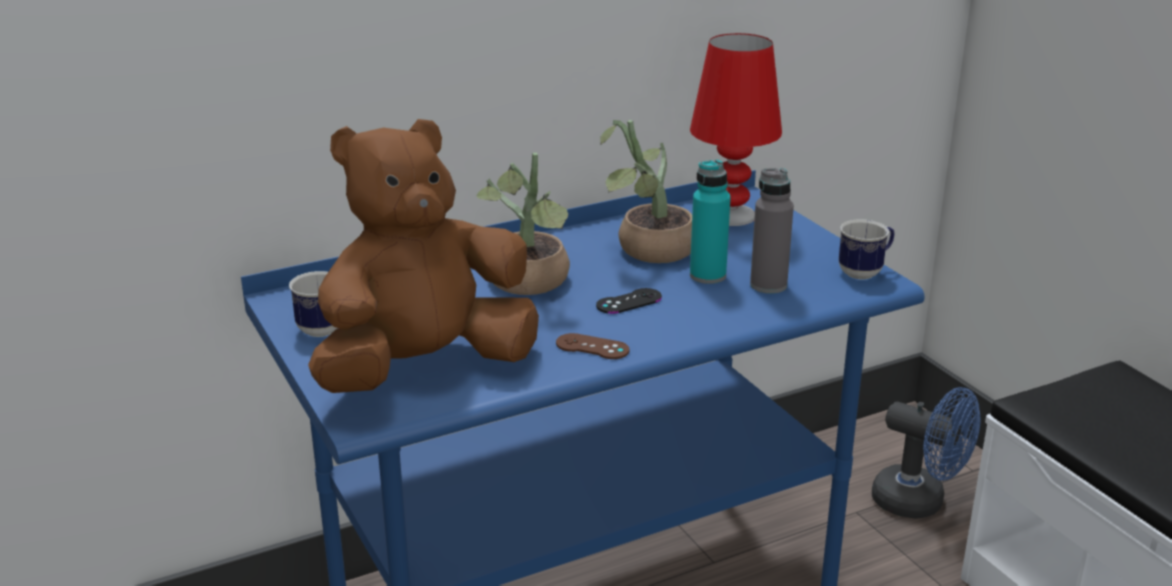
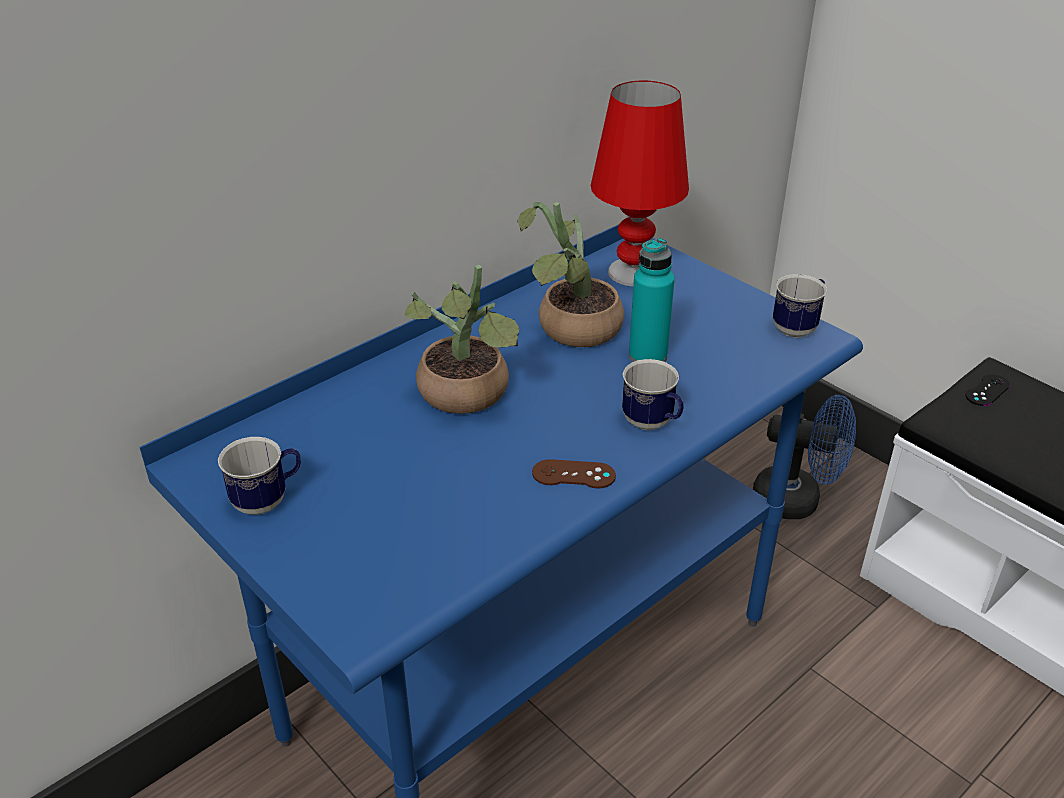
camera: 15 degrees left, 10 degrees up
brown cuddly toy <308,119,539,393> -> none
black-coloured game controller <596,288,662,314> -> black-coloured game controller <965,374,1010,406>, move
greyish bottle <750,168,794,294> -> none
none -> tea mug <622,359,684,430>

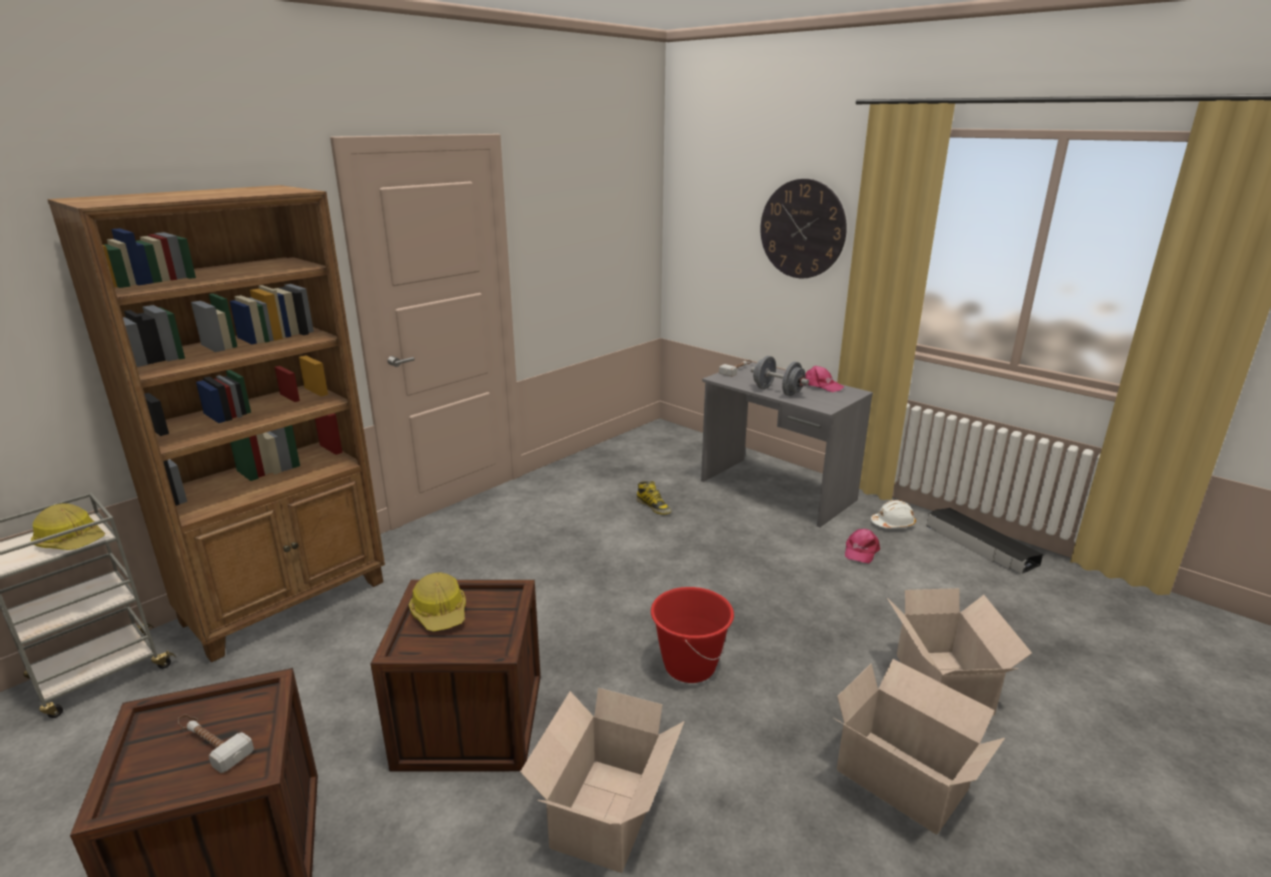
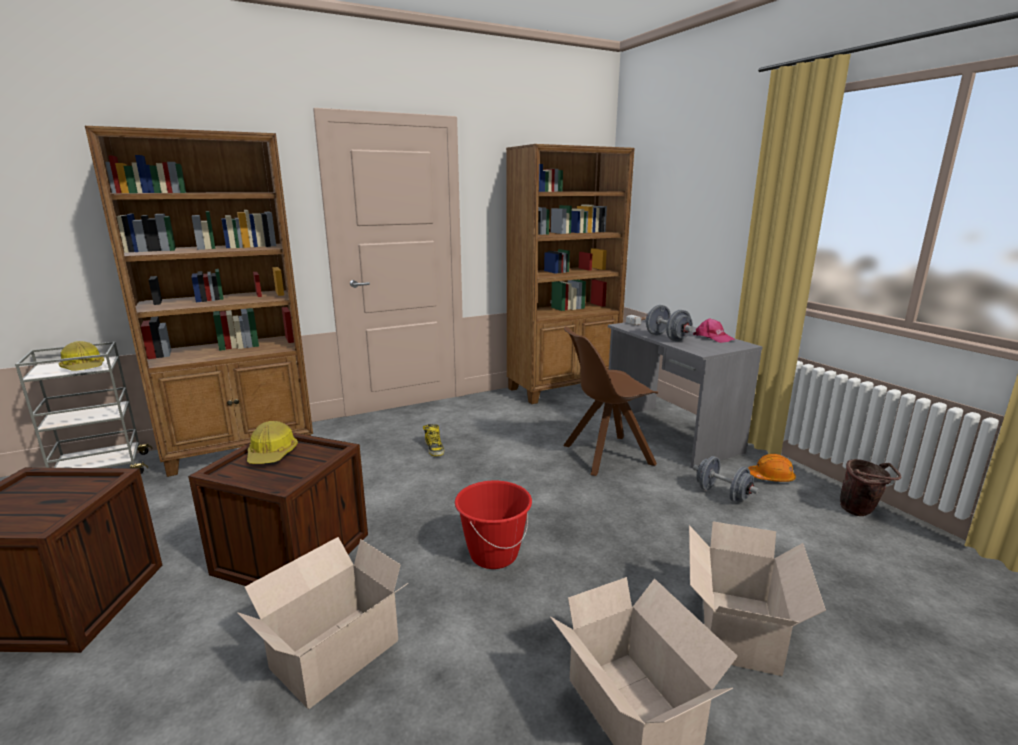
camera: 20 degrees right, 5 degrees down
hand hammer <178,715,254,773> -> none
tall boot <636,481,671,515> -> tall boot <423,424,444,456>, move
wall clock <760,179,847,278> -> none
pink baseball cap <845,529,880,563> -> greyish hand weight <693,456,759,503>
whitish work helmet <871,500,916,528> -> orange-coloured work helmet <748,454,796,482>
black-coloured storage box <927,508,1043,574> -> brown water bucket <840,459,901,516>
none -> brown bookcase <506,144,635,404>
none -> brown plain chair <563,327,658,476>

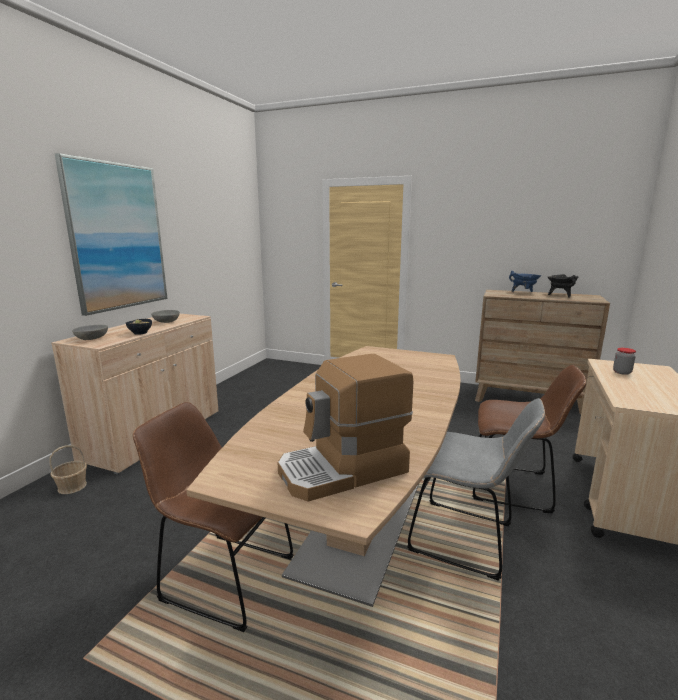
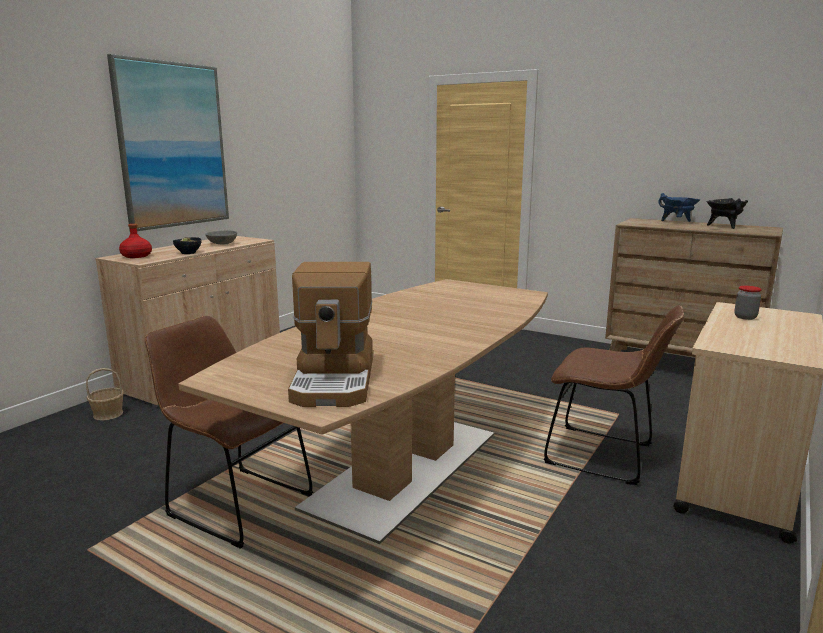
camera: 10 degrees right, 0 degrees up
greyish deep dish <72,325,108,340> -> red bottle <119,224,152,258>
coffee maker <278,354,413,502> -> coffee maker <288,262,373,407>, 75 degrees counterclockwise
greyish plain chair <407,398,545,581> -> none

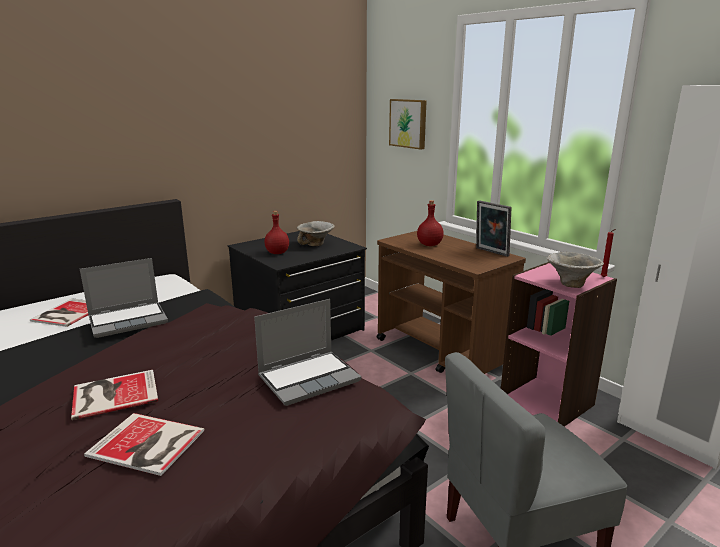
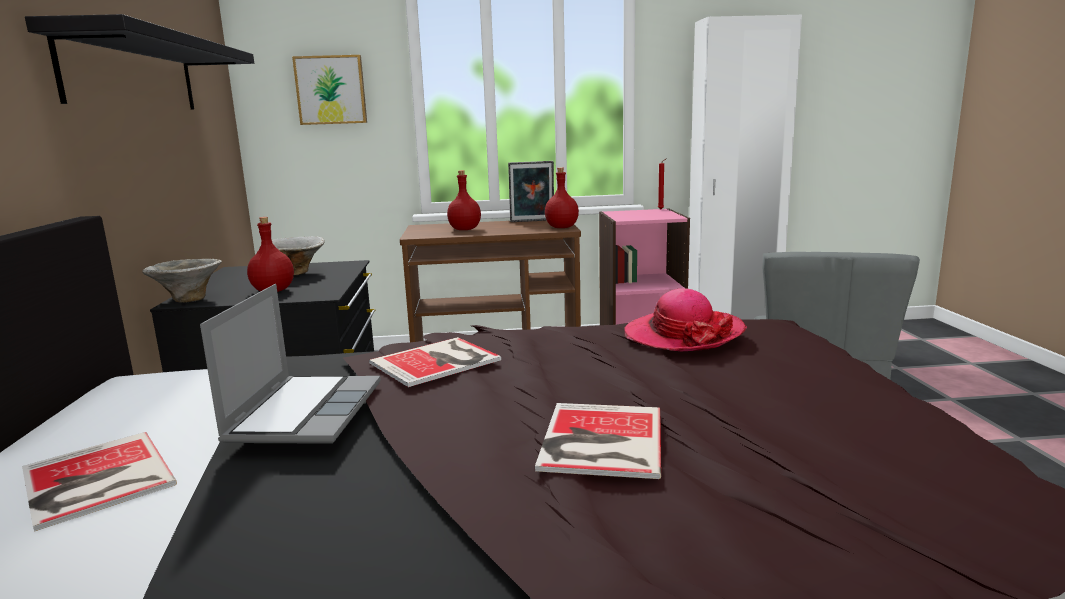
camera: 55 degrees left, 5 degrees down
book <84,413,204,476> -> book <369,337,501,387>, move
laptop <254,299,361,406> -> clothing hat <624,288,747,351>
deep dish <547,252,604,288> -> deep dish <142,259,222,303>, move
none -> black-coloured shelf <25,14,254,109>
none -> red bottle <545,168,579,228>

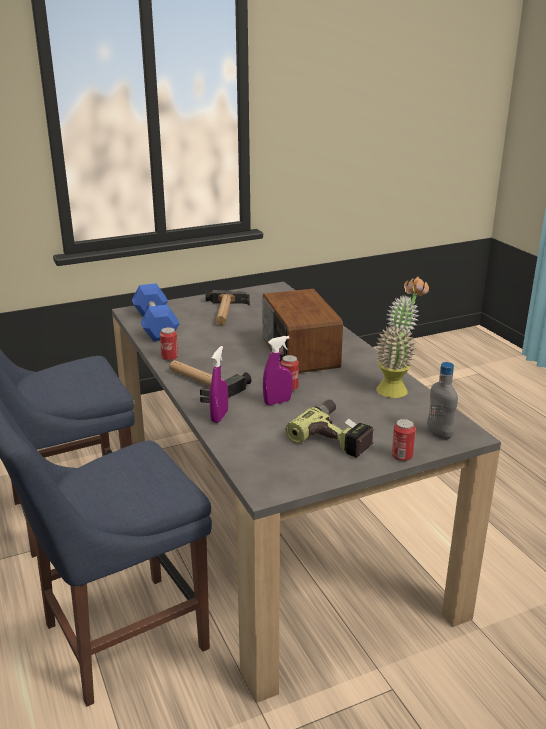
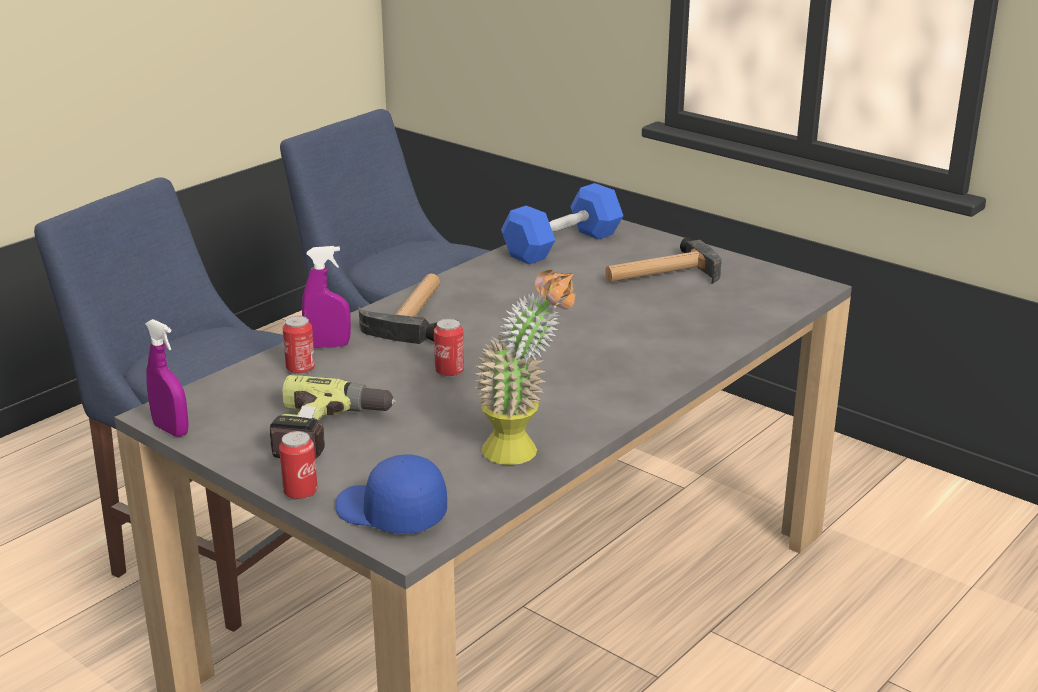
camera: 65 degrees right, 0 degrees up
metal can <160,327,178,361> -> metal can <283,316,315,374>, move
radio <262,289,343,373> -> none
purple sprayer <263,336,293,405> -> purple sprayer <145,319,189,437>, move
greyish bottle <427,362,458,440> -> blue baseball cap <336,454,447,534>

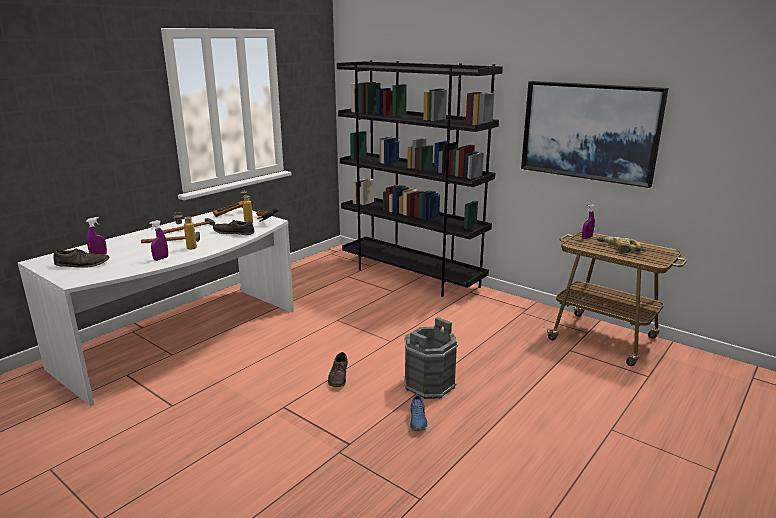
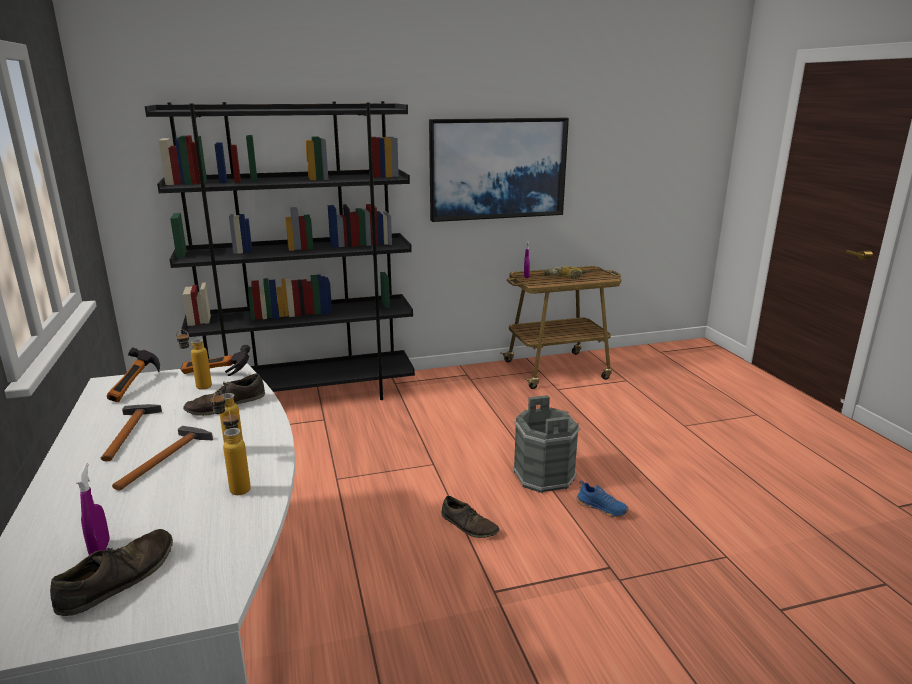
camera: 55 degrees left, 0 degrees up
purple sprayer <149,220,168,261> -> bottle <222,409,251,495>

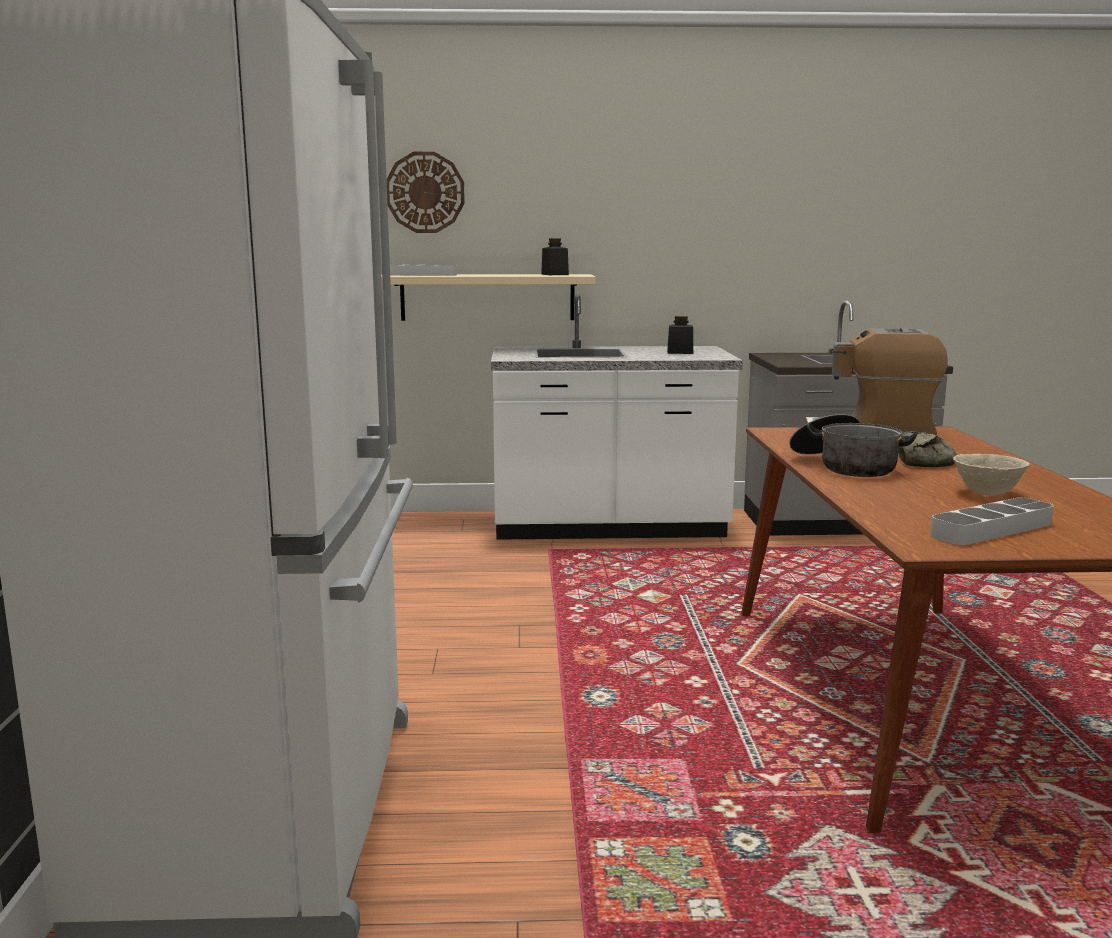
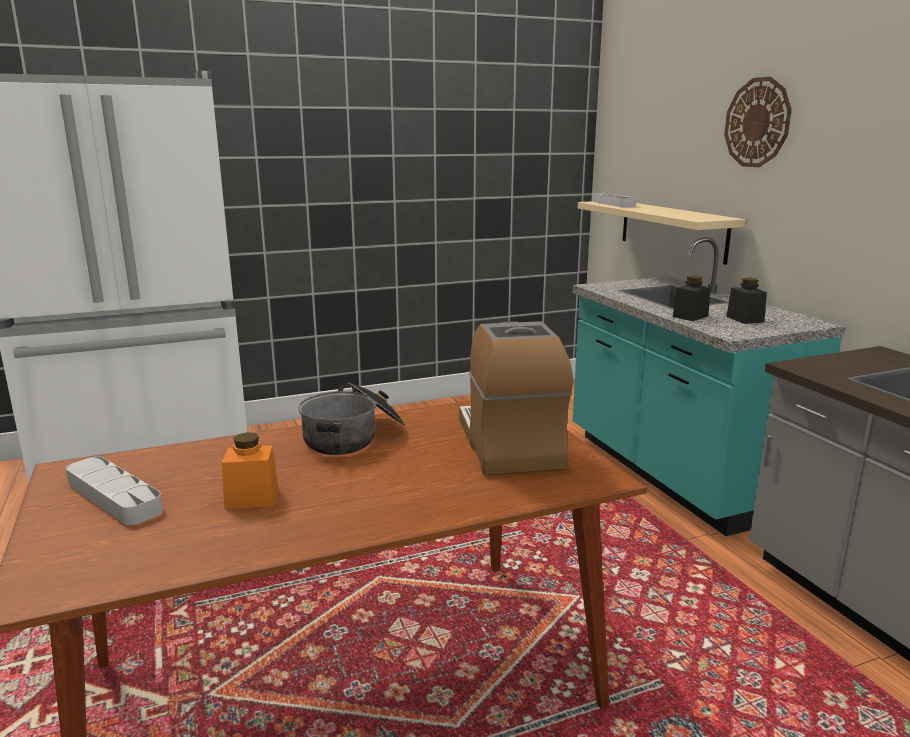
camera: 70 degrees right, 5 degrees up
wall clock <387,152,465,233> -> wall clock <724,77,792,167>, move
whitish kitchen counter <491,294,743,540> -> blue-green kitchen counter <573,237,846,536>
black-coloured storage jar <541,239,569,275> -> black-coloured storage jar <673,275,710,321>, move
bread <898,431,957,467> -> none
beige-coloured deep dish <953,454,1029,496> -> orange-coloured storage jar <222,432,278,509>

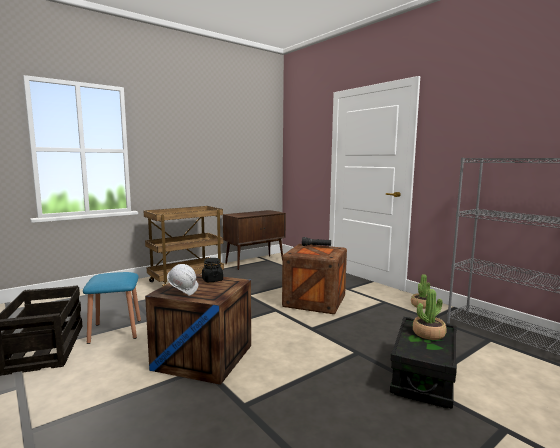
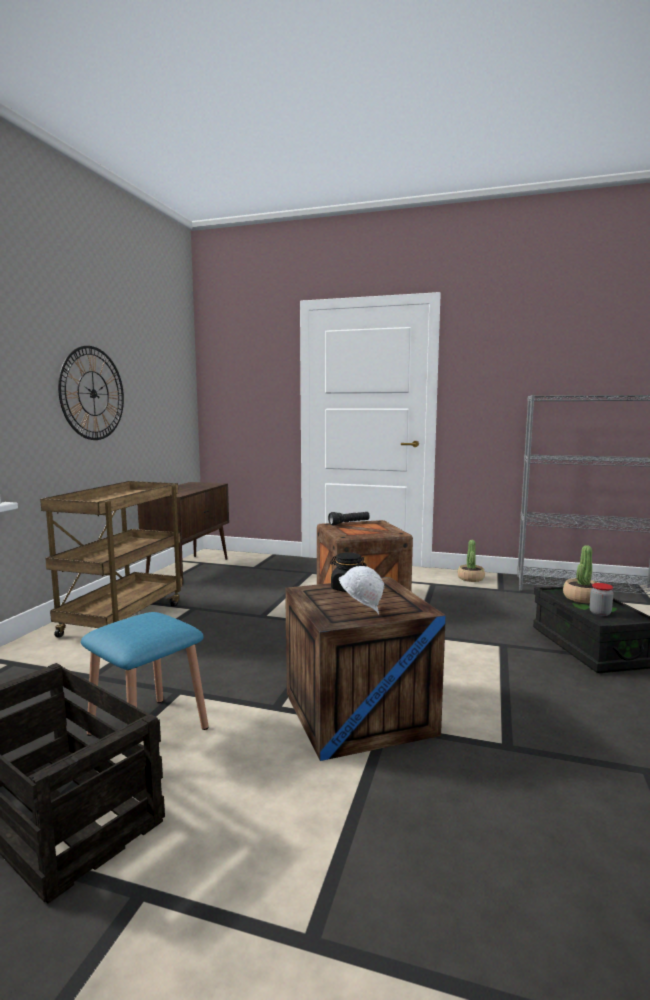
camera: 35 degrees left, 0 degrees up
none -> wall clock <58,346,124,440>
none -> storage jar <589,583,613,616>

